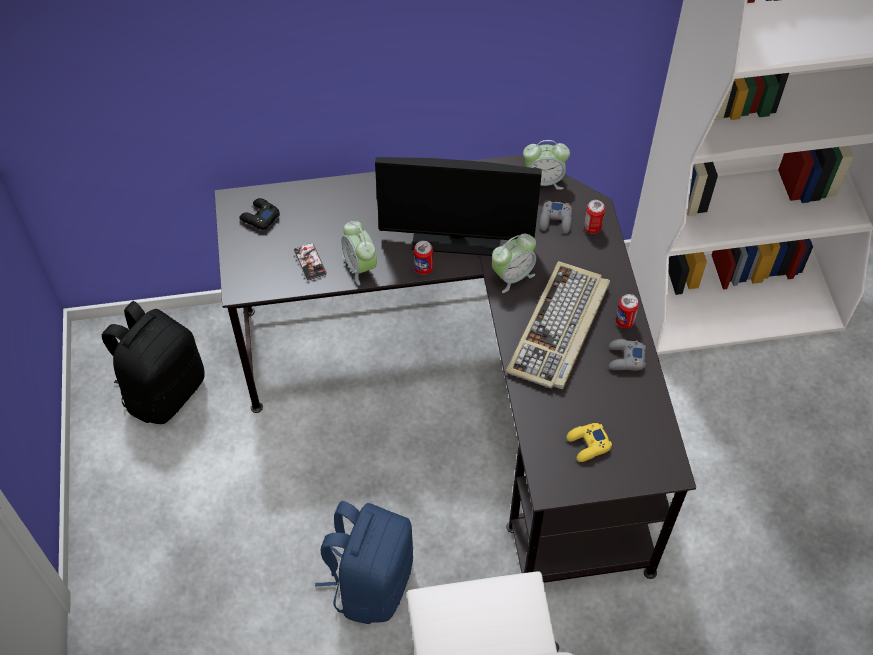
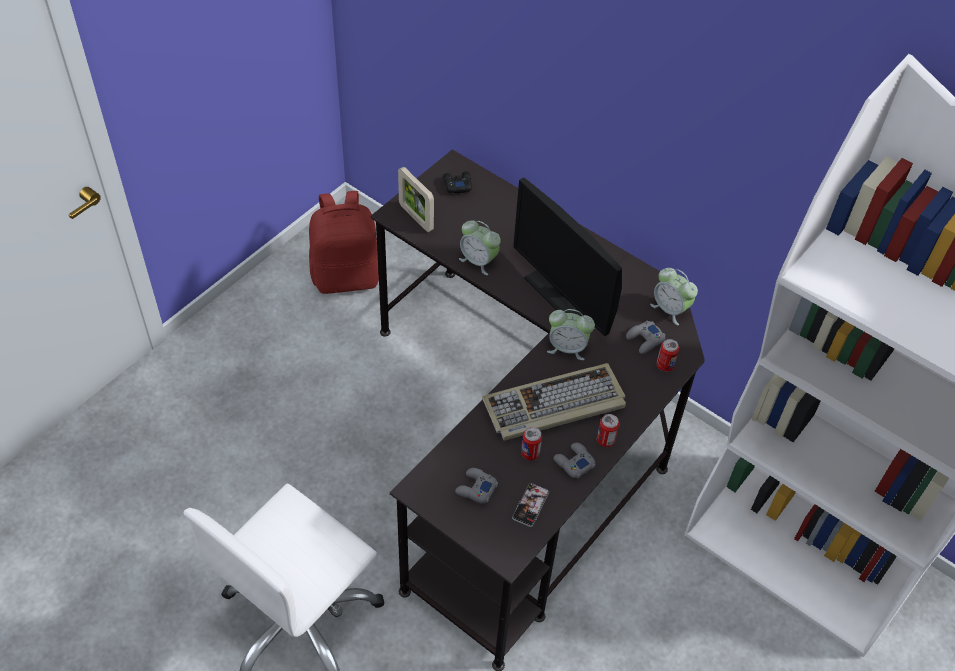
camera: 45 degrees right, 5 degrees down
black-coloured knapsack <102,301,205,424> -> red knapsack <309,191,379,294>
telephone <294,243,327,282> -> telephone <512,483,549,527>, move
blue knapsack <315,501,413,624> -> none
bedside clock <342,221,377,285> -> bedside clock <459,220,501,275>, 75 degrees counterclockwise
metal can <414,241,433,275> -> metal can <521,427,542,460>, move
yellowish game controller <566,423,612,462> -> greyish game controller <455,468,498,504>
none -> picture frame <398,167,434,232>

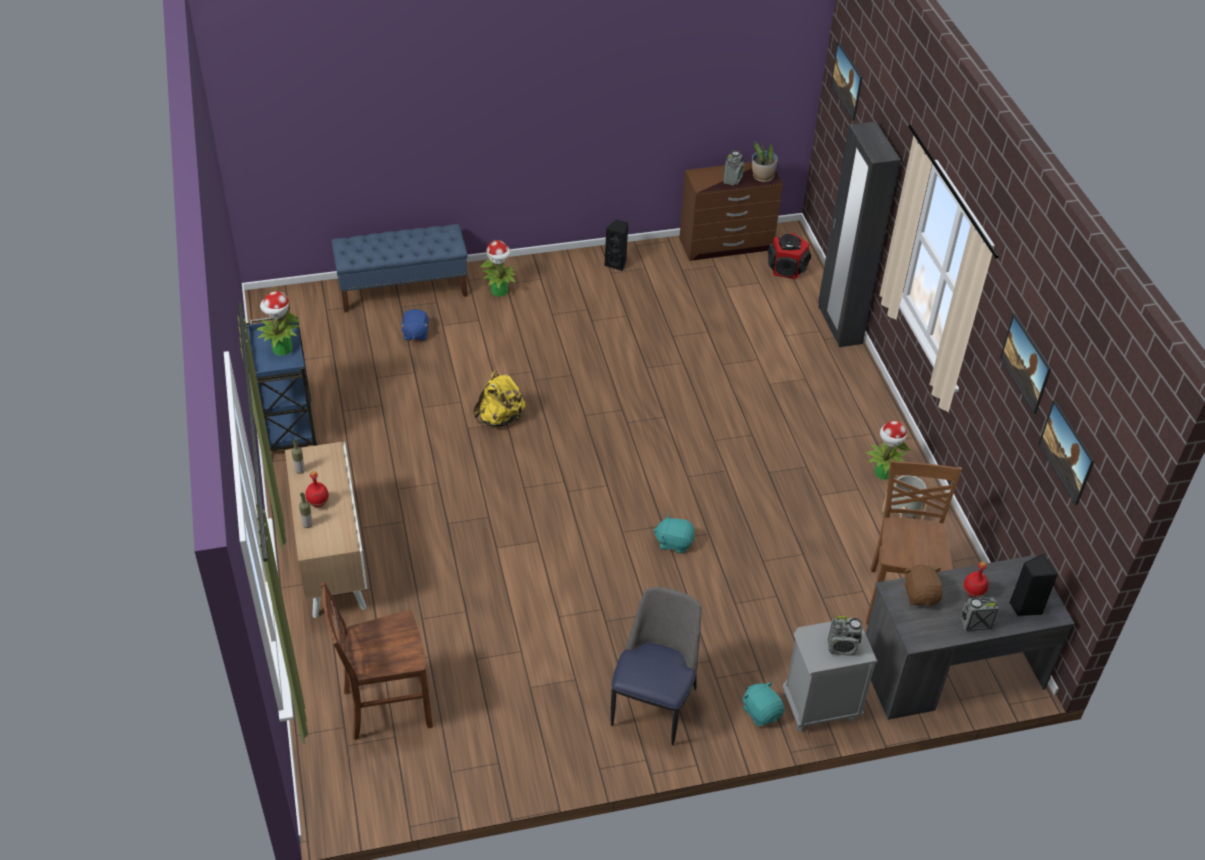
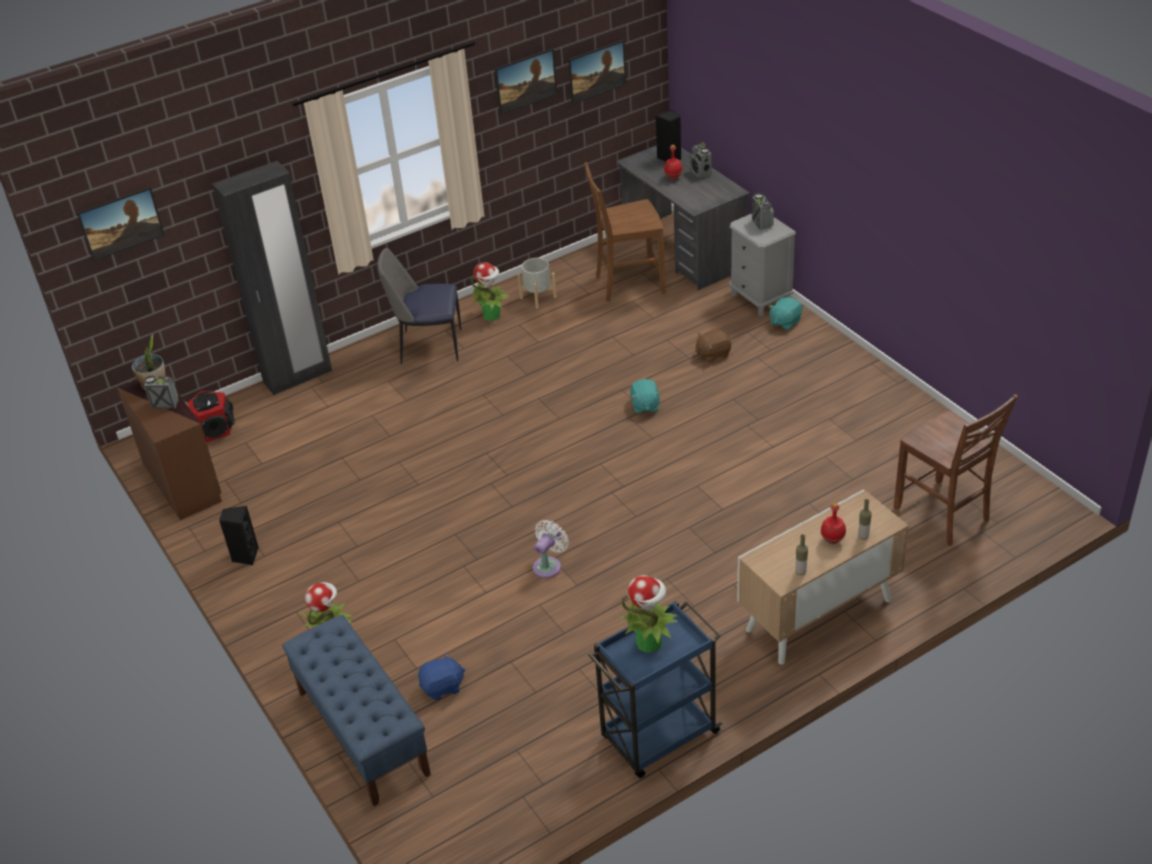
camera: 105 degrees left, 5 degrees down
yellowish knapsack <473,371,526,427> -> whitish fan <533,520,569,578>
plain chair <611,587,702,745> -> plain chair <377,248,461,364>, move
brown cuddly toy <905,565,943,605> -> brown cuddly toy <695,329,731,363>, move

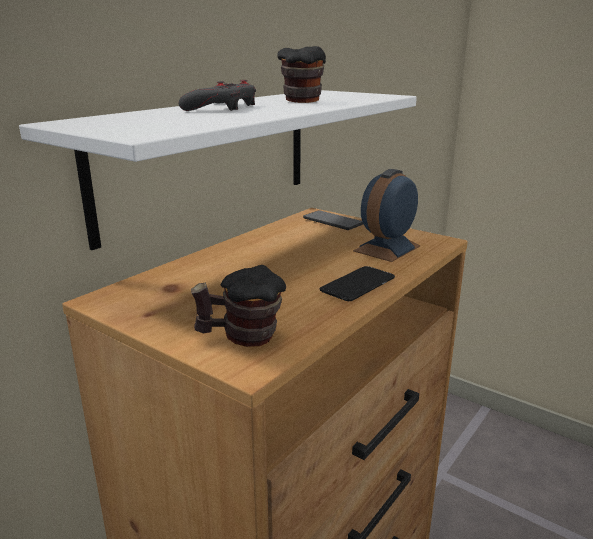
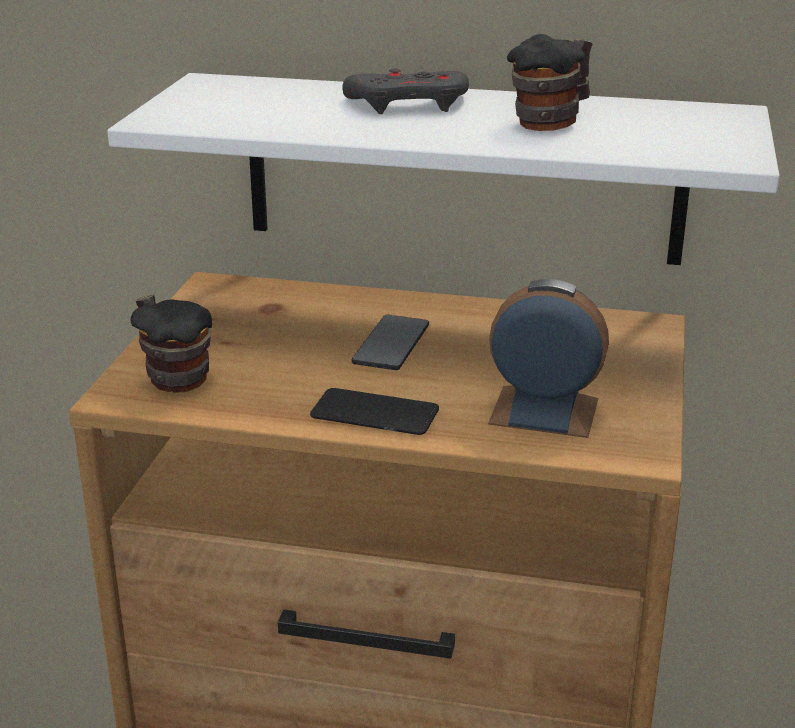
camera: 65 degrees right, 5 degrees up
telephone <303,210,363,230> -> telephone <352,315,429,370>, move

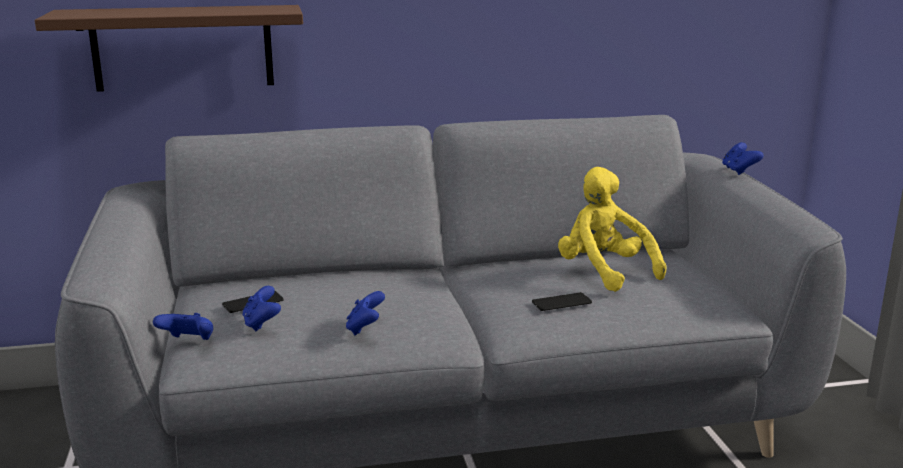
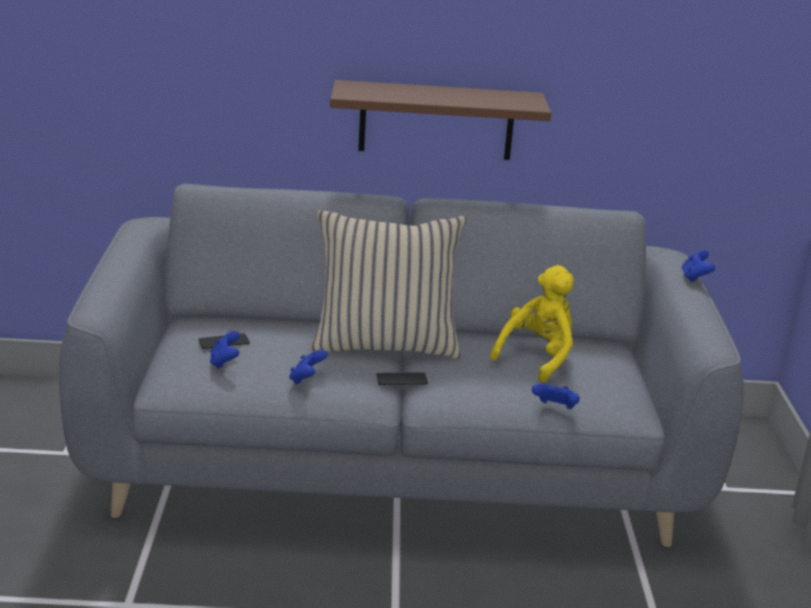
camera: 10 degrees right, 5 degrees up
brown shelf <35,5,303,92> -> brown shelf <330,80,551,160>, move
blue game controller <153,313,213,340> -> blue game controller <532,384,580,409>, move
telephone <532,292,592,311> -> telephone <376,372,428,385>, move
yellowish cuddly toy <558,167,667,292> -> yellowish cuddly toy <490,265,574,383>, 60 degrees clockwise
none -> beige-coloured pillow <311,211,467,359>

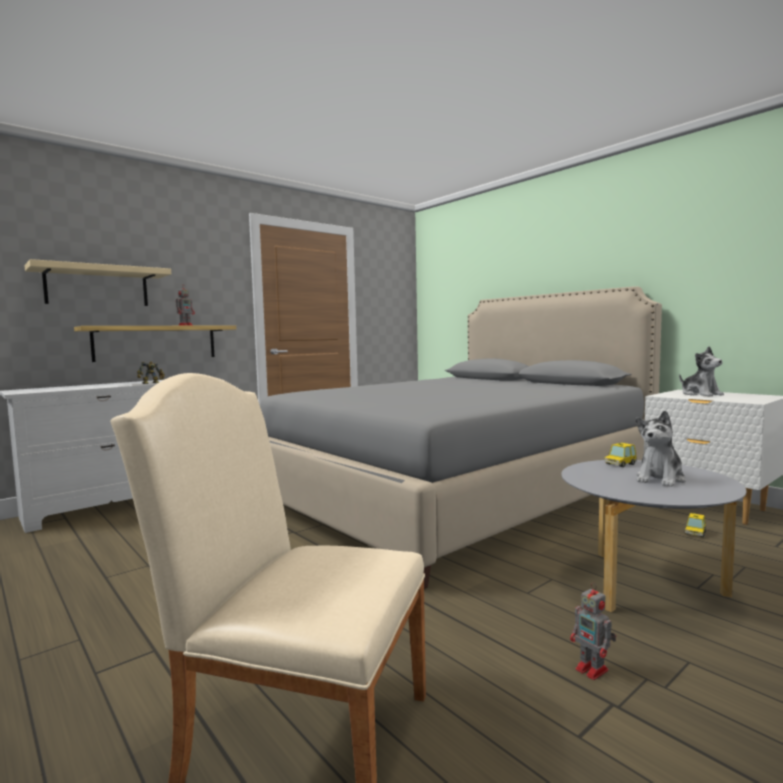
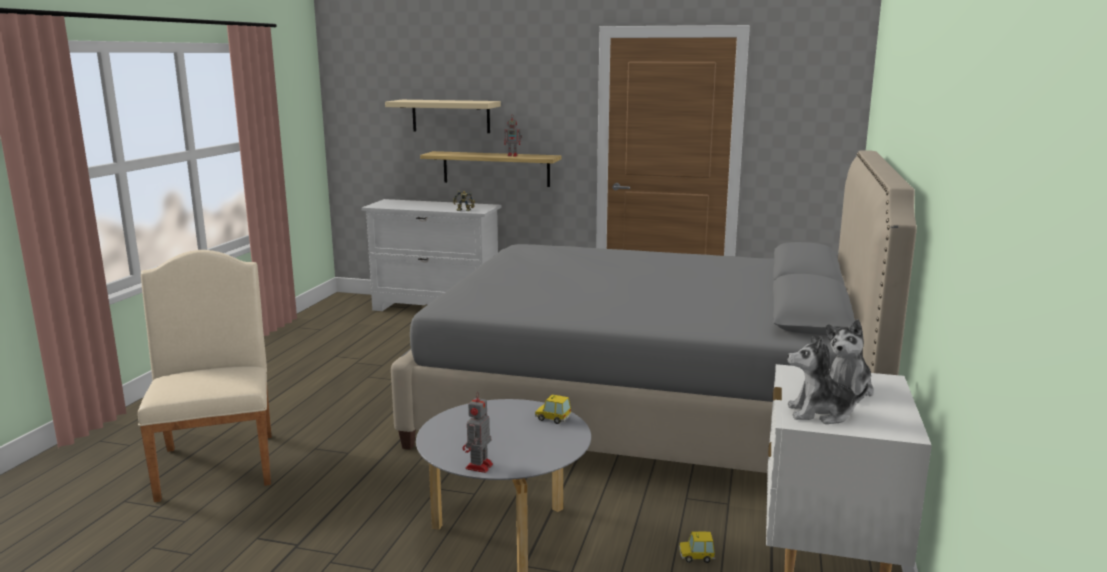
camera: 55 degrees right, 10 degrees up
toy robot <570,582,616,680> -> toy robot <463,393,493,473>, move
cuddly toy <636,410,686,487> -> cuddly toy <787,336,869,424>, move

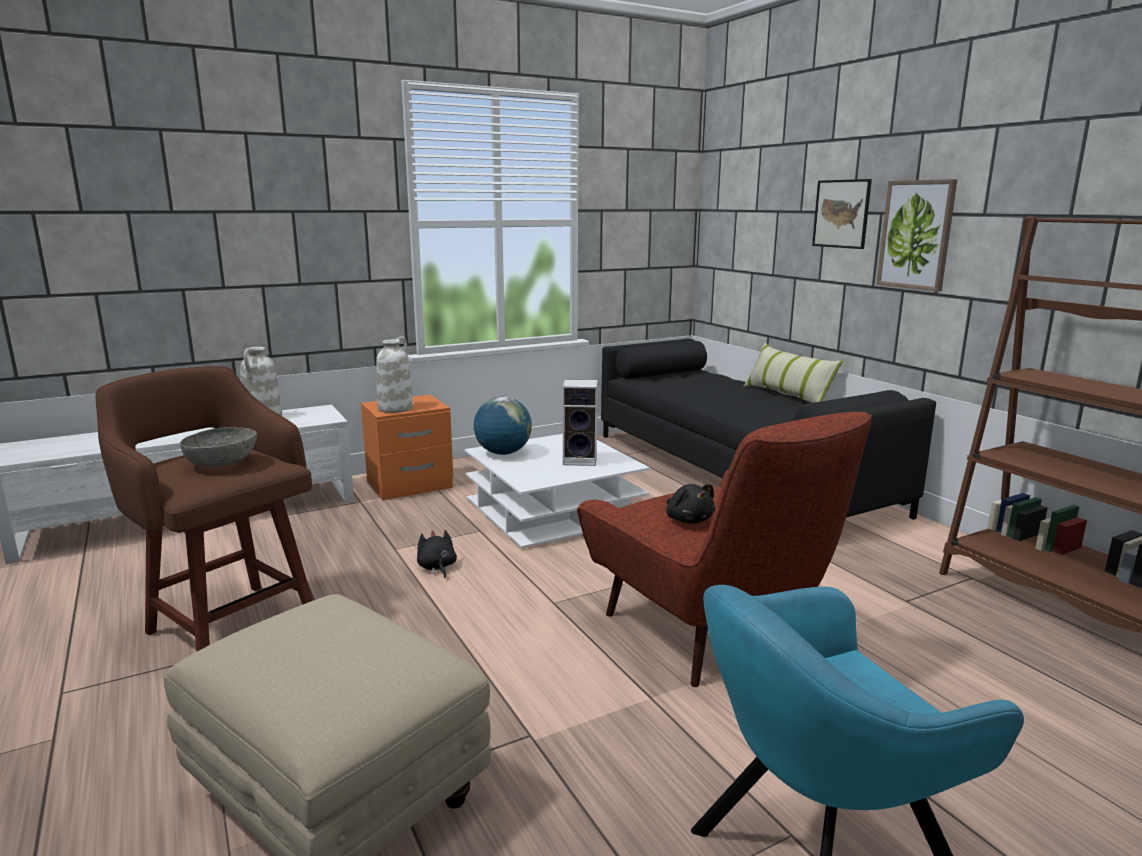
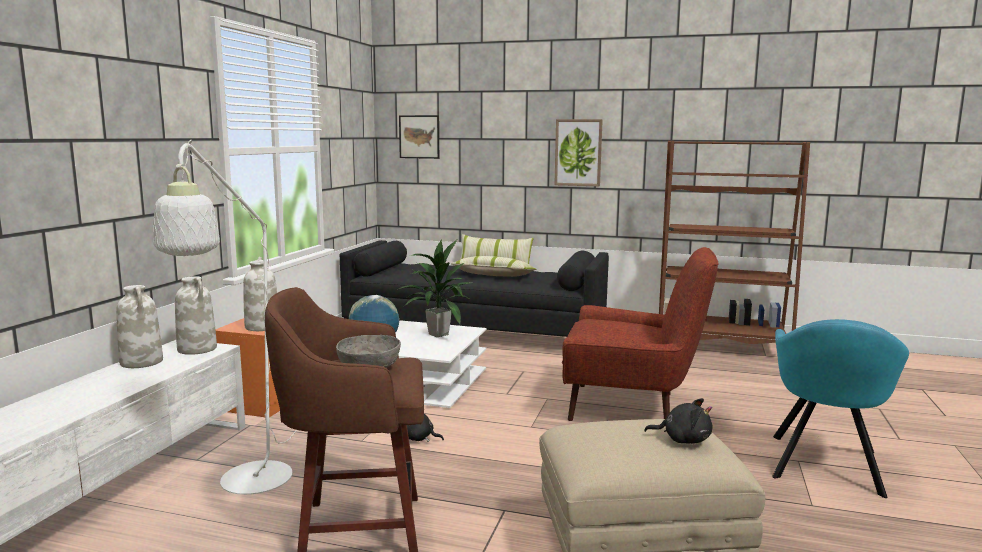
camera: 45 degrees left, 5 degrees down
speaker <563,380,598,466> -> plant in a pot <395,239,471,337>
black-coloured cuddly toy <666,484,715,524> -> black-coloured cuddly toy <644,398,713,444>, move
wall art <812,179,872,249> -> wall art <399,115,439,159>, move
none -> whitish standard lamp <153,140,297,495>
none -> whitish vase <175,276,217,355>
none -> pillow <451,256,536,277>

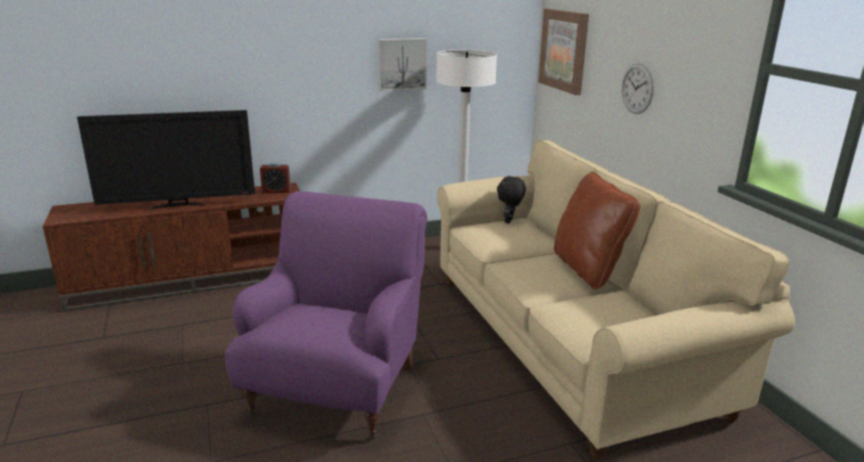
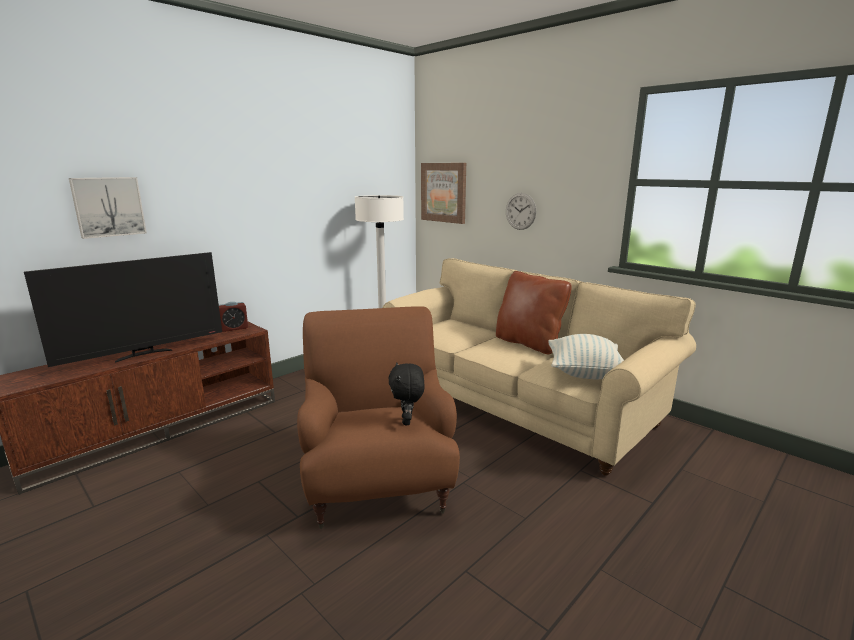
camera: 25 degrees left, 5 degrees down
purple armchair <225,191,427,439> -> brown armchair <297,306,460,529>
wall art <377,38,427,91> -> wall art <69,177,147,239>, move
black-coloured cuddly toy <497,175,526,223> -> black-coloured cuddly toy <389,362,425,425>, move
none -> pillow <548,334,624,379>

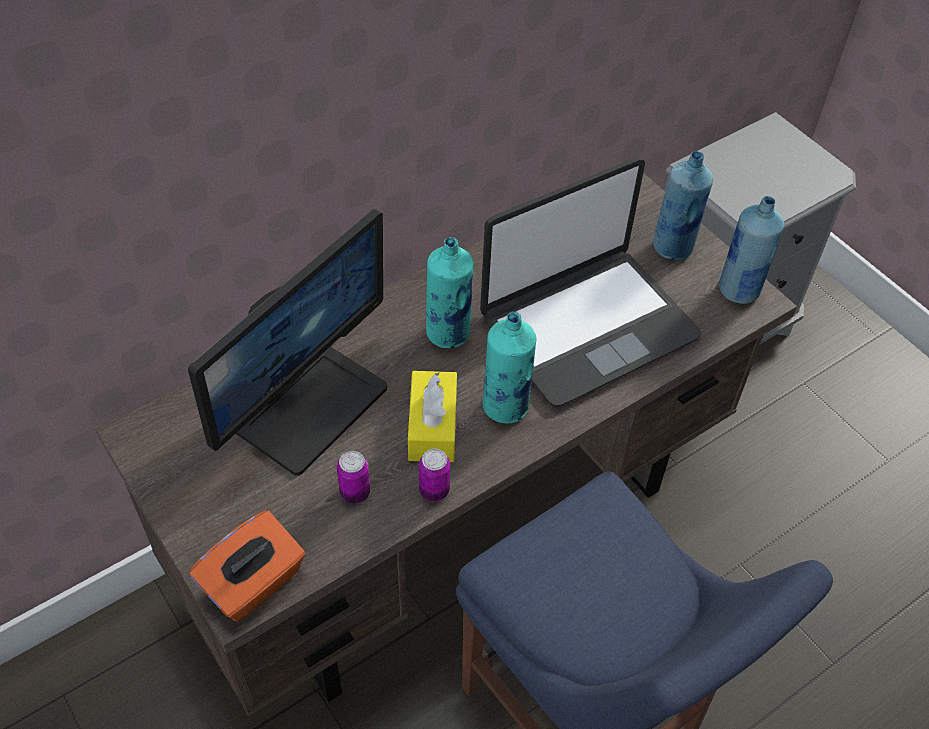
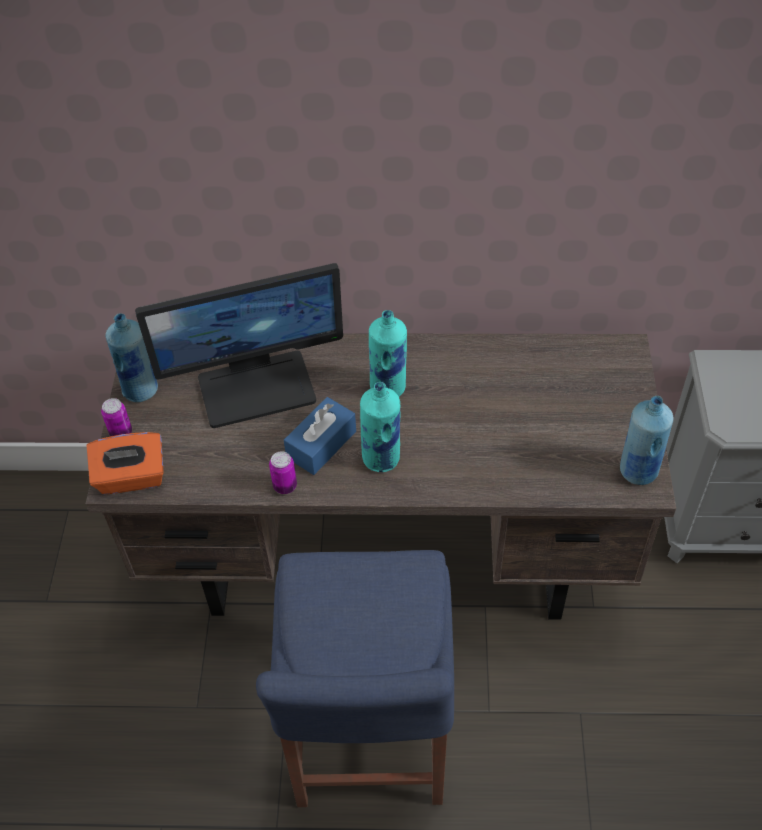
camera: 40 degrees right, 0 degrees up
metal can <337,451,370,504> -> metal can <101,398,132,436>, move
yellowish tissue holder <408,371,457,462> -> blue tissue holder <284,397,356,475>
laptop <480,158,702,408> -> none
blue bottle <653,151,713,260> -> blue bottle <105,313,158,402>, move

